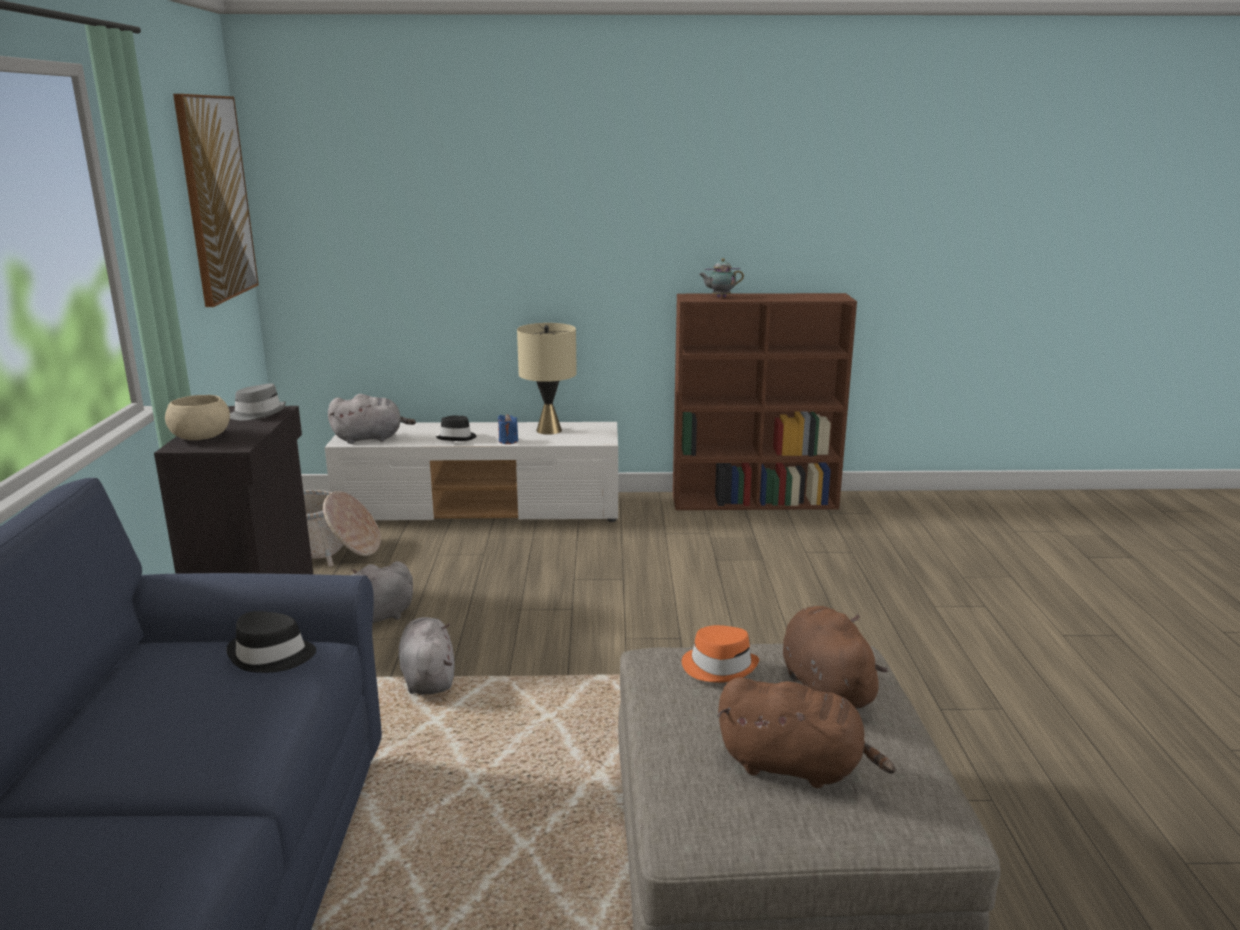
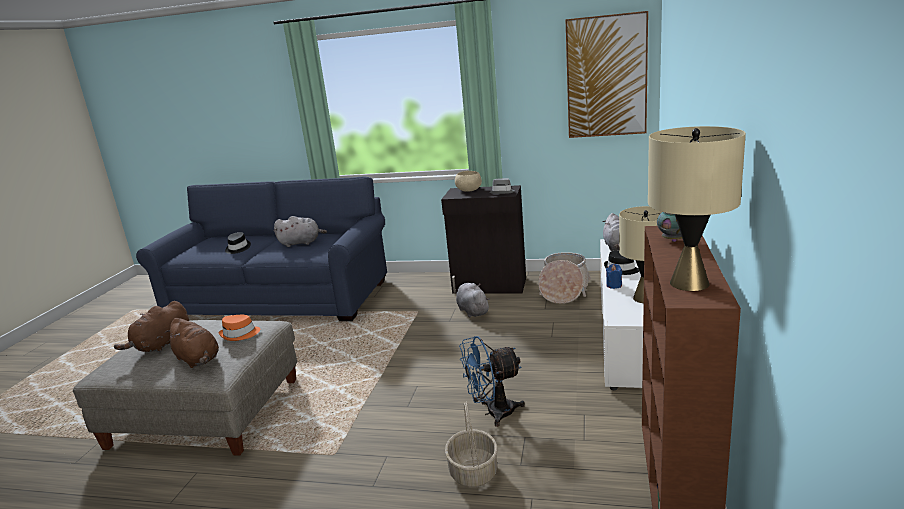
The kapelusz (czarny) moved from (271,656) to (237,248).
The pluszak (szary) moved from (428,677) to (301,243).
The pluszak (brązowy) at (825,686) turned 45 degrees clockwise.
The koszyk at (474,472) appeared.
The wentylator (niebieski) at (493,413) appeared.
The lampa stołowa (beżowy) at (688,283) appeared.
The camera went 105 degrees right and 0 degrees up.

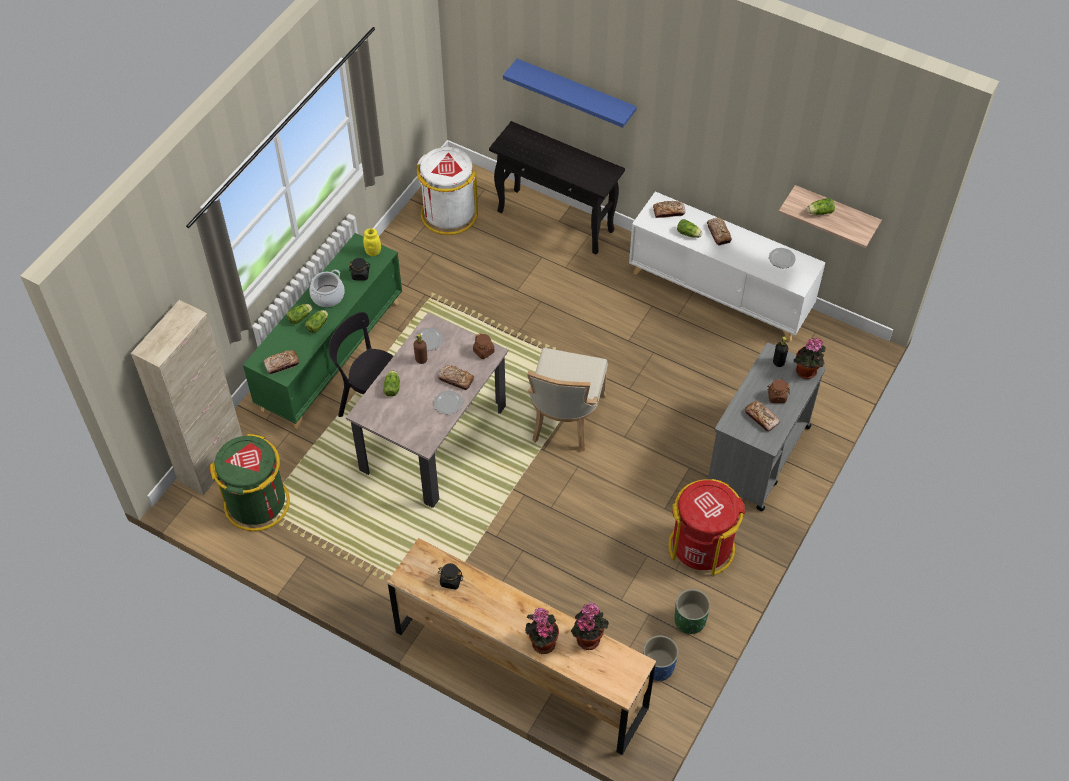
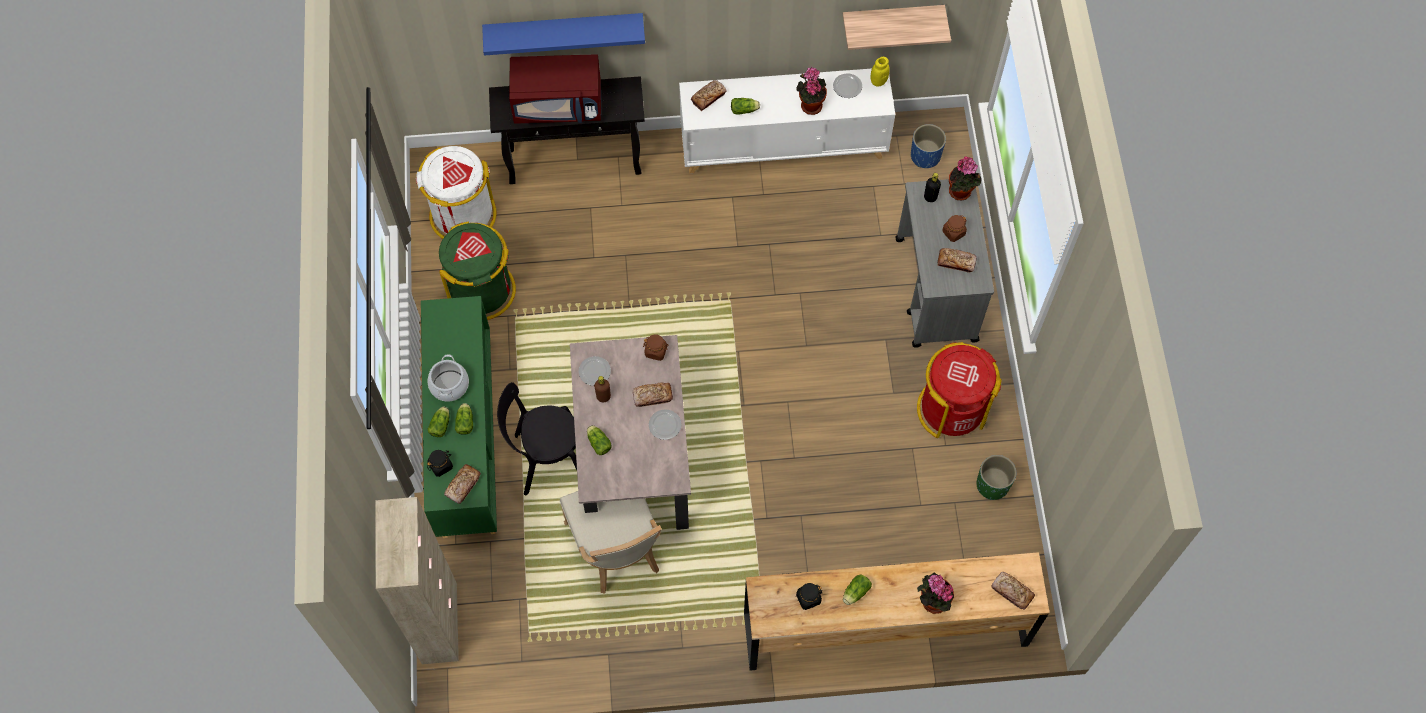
The kosz na śmieci (zielony) moved from (257,503) to (482,290).
The słoik (czarny) moved from (360,275) to (441,465).
The słoik (żółty) moved from (373,252) to (878,81).
The krzesło (beżowy) moved from (565,420) to (617,549).
The roślina doniczkowa moved from (588,637) to (810,104).
The donica (niebieski) moved from (658,667) to (925,156).
The chleb moved from (718,233) to (1012,592).
The sałata moved from (819,212) to (855,593).
The mikrofalówka (czerwony) at (558,104) appeared.
The camera went 35 degrees left and 10 degrees up.

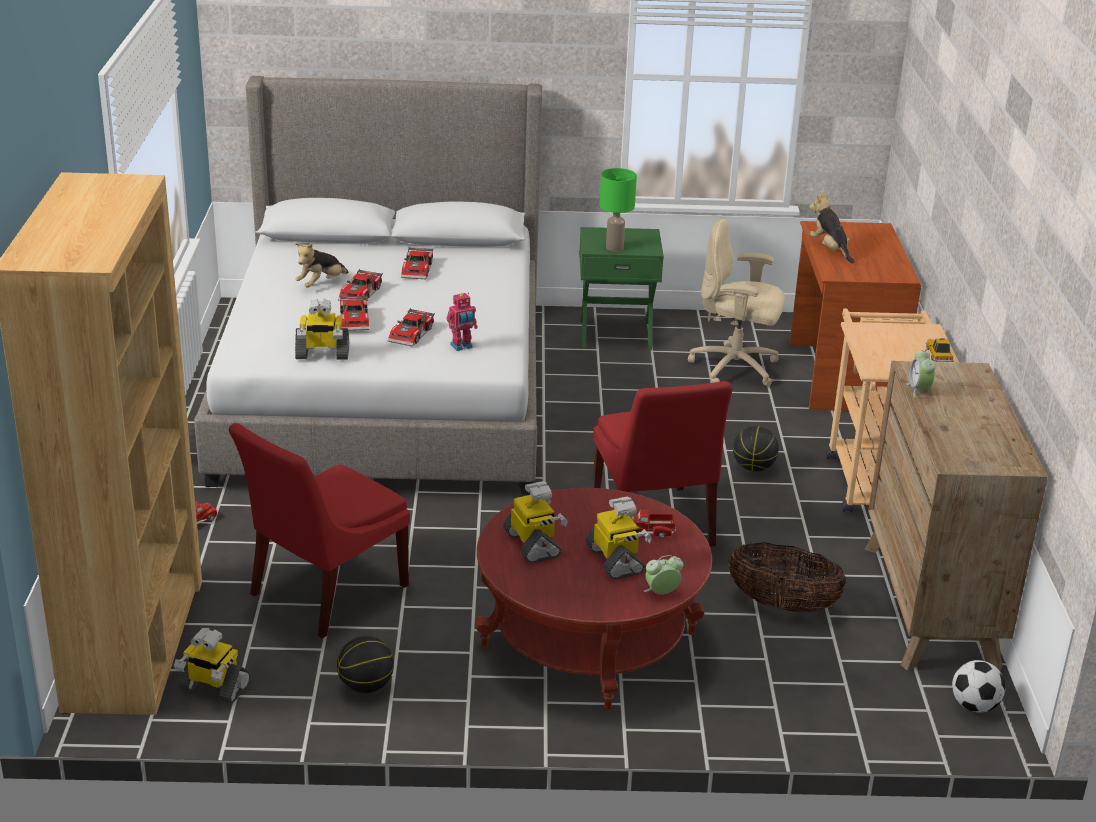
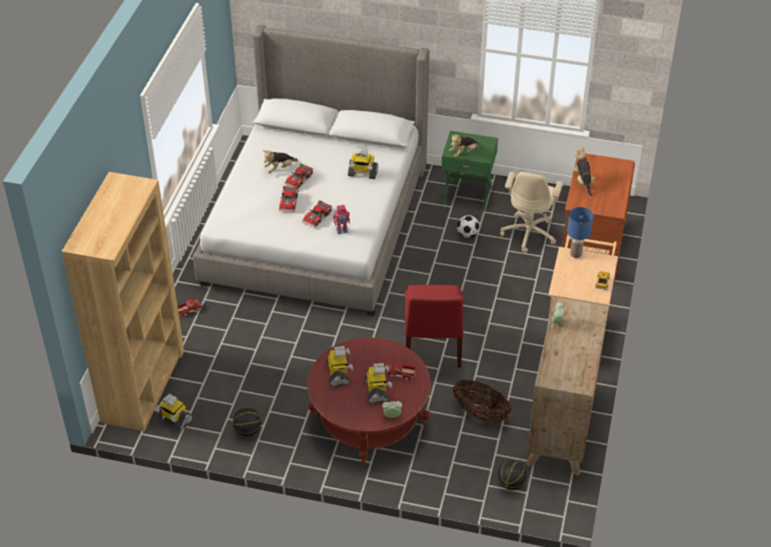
The krzesło (czerwony) at (323,592) disappeared.
The robot zabawkowy moved from (322,354) to (362,173).
The samochodzik at (418,270) disappeared.
The lampa stołowa (zielony) at (615,247) was replaced by the pluszak at (463,152).
The krzesło biurowe (beżowy) at (735,368) turned 105 degrees counterclockwise.
The piłka do koszykówki moved from (753,467) to (511,484).
The piłka futbolowa moved from (974,706) to (467,234).
The lampa stołowa (niebieski) at (576,254) appeared.
The camera went 15 degrees right and 15 degrees up.

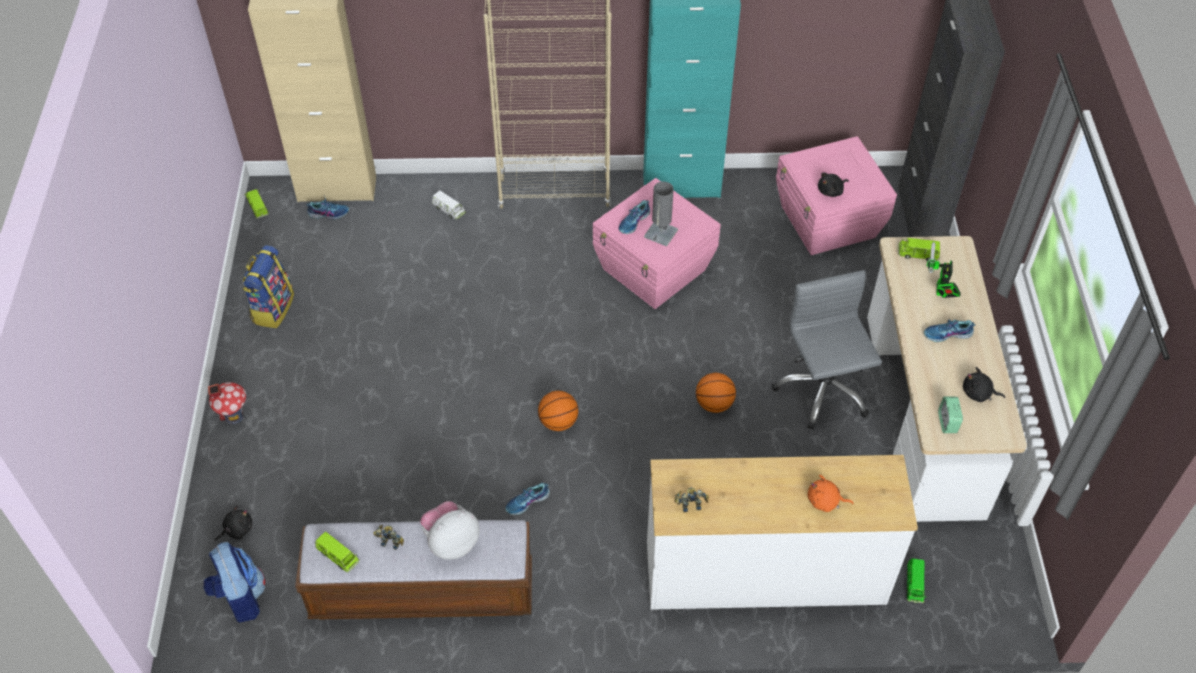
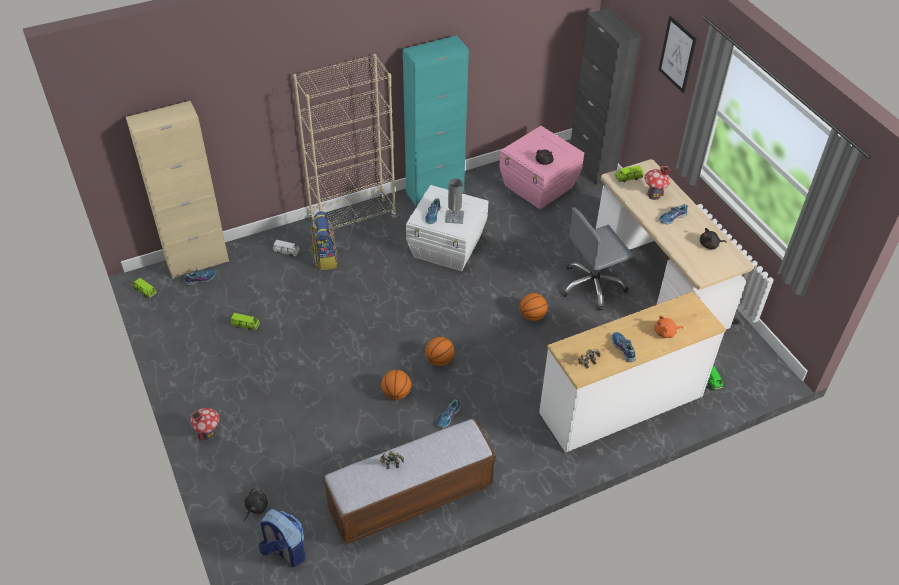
The plecak moved from (272,308) to (325,258).
The samochodzik (zielony) moved from (338,556) to (245,325).
The pluszak at (451,542) disappeared.
The pojemnik do przechowywania (różowy) at (654,270) became the pojemnik do przechowywania (biały) at (447,248).
The krzesło biurowe (szary) at (822,390) turned 75 degrees counterclockwise.
The robot zabawkowy at (940,292) was replaced by the domek at (653,195).
The budzik at (947,422) disappeared.
The piłka do koszykówki at (396,393) appeared.
The but at (623,349) appeared.
The obraz at (677,54) appeared.
The camera went 25 degrees left and 5 degrees down.

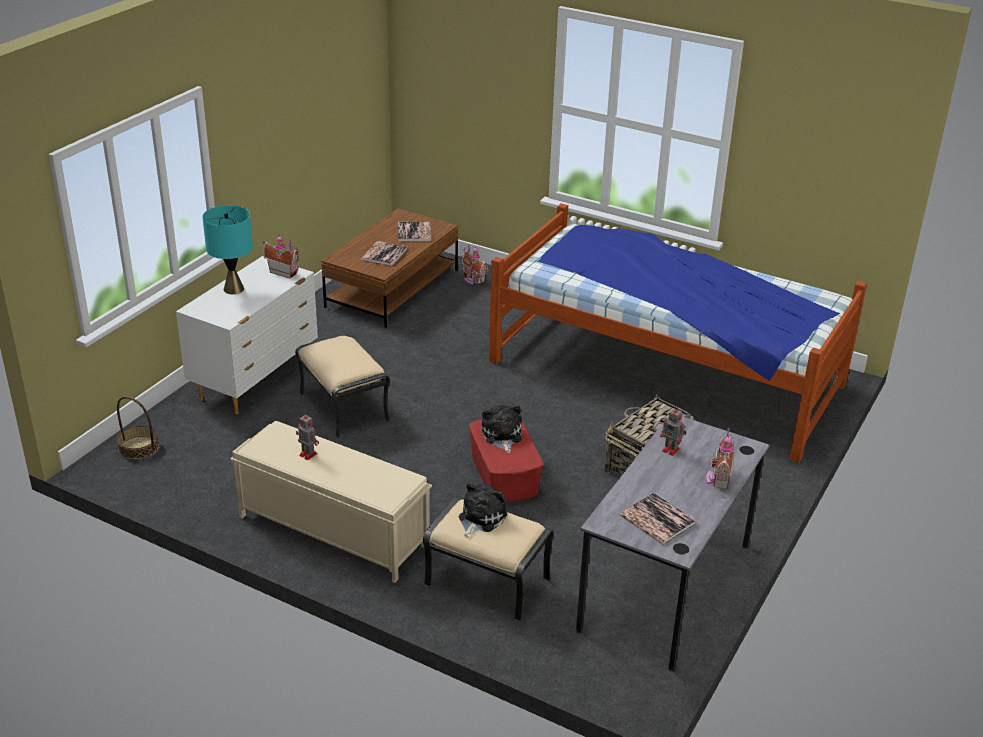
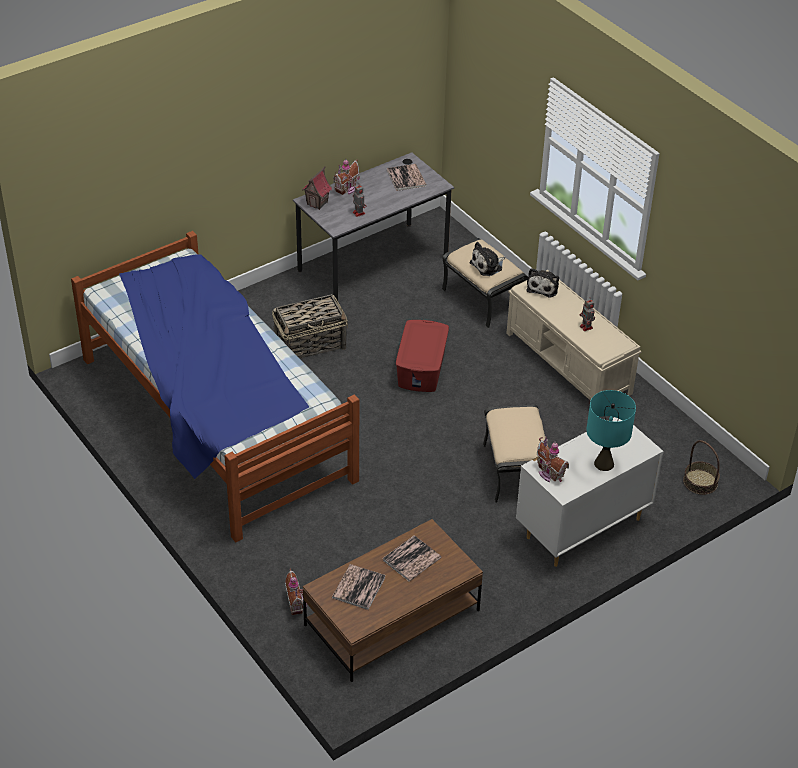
The pluszak moved from (502,436) to (543,287).
The domek at (317,203) appeared.
The camera went 155 degrees left and 10 degrees up.

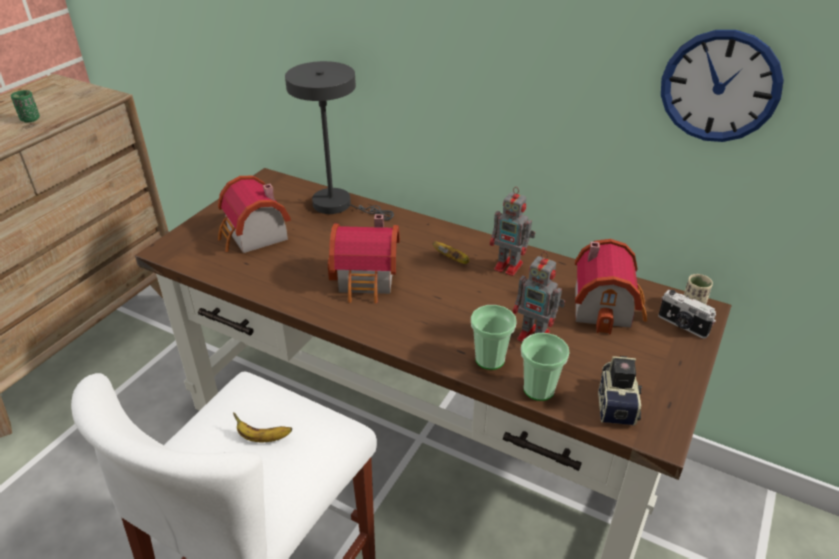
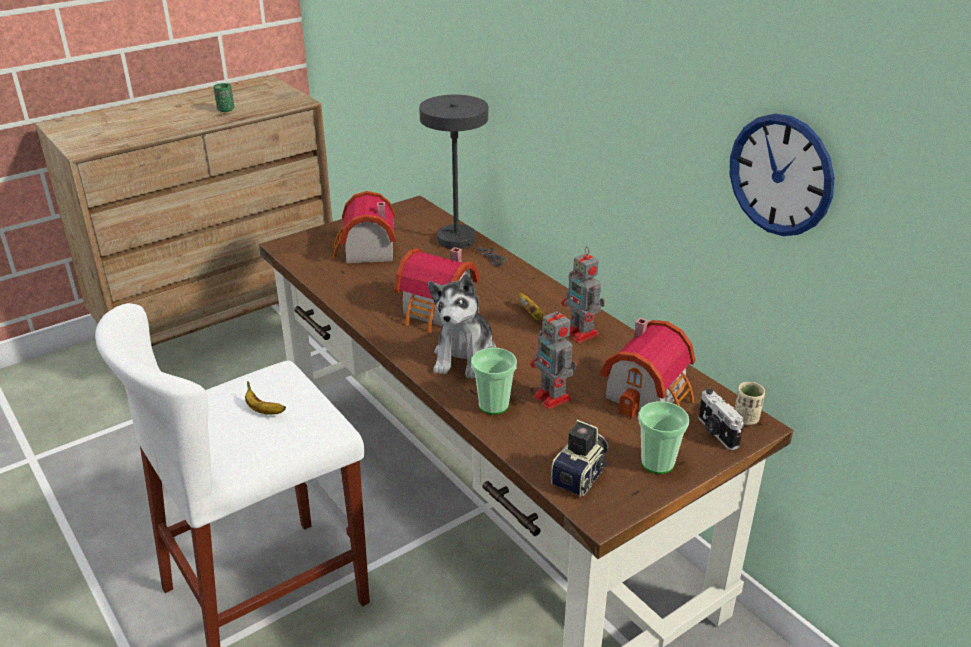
The filiżanka moved from (538,389) to (657,463).
The pluszak at (465,356) appeared.
The camera went 25 degrees right and 5 degrees down.

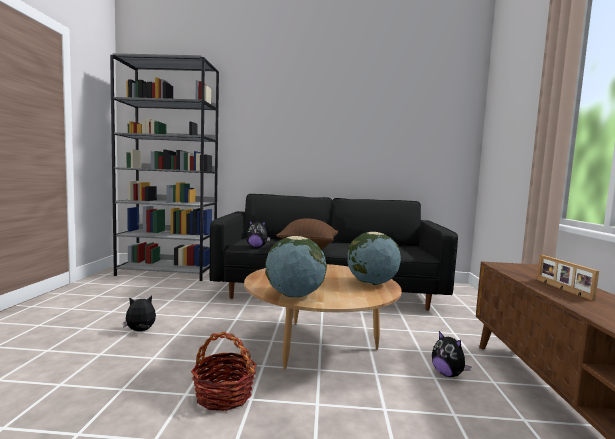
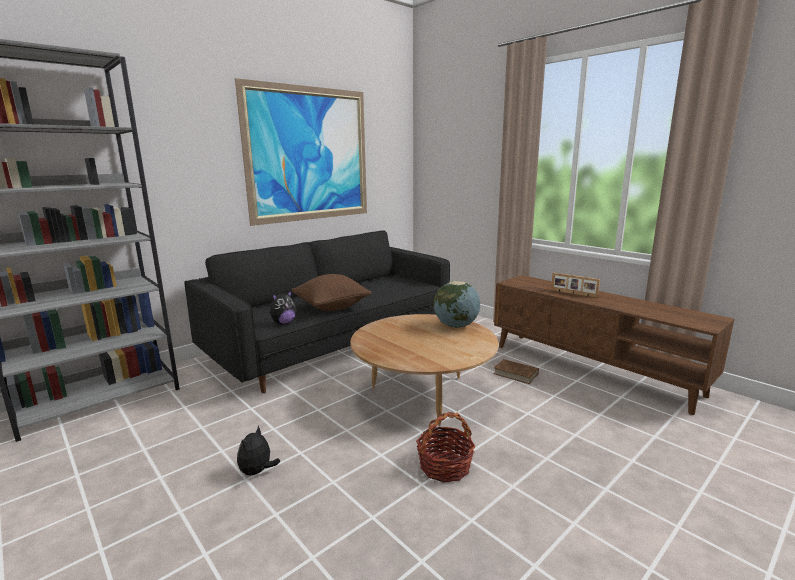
The globus at (294,295) disappeared.
The pluszak at (448,374) was replaced by the książka (brązowy) at (515,374).
The obraz at (309,155) appeared.
The camera went 45 degrees left and 10 degrees up.

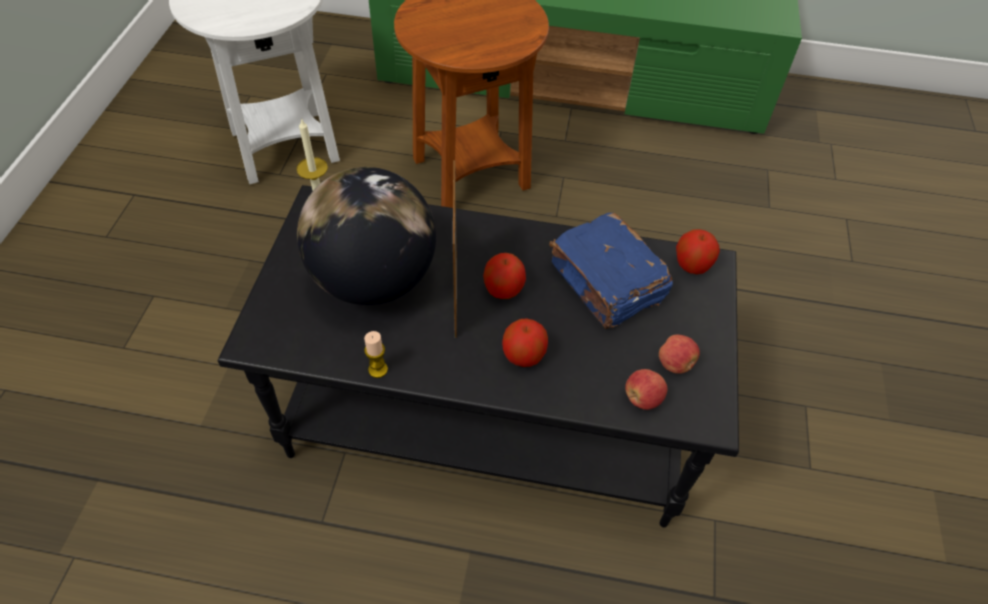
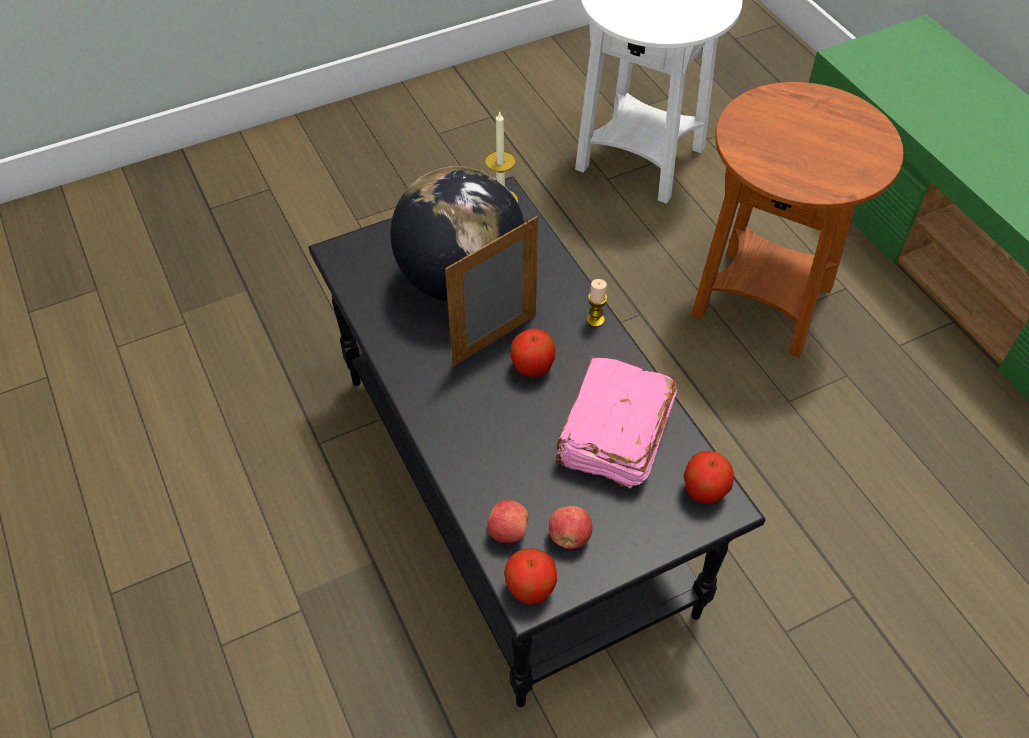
The świeca moved from (378,369) to (595,320).
The jabłko moved from (523,355) to (530,587).
The książka (niebieski) at (607,284) became the książka (różowy) at (612,435).
The camera went 55 degrees right and 0 degrees up.

